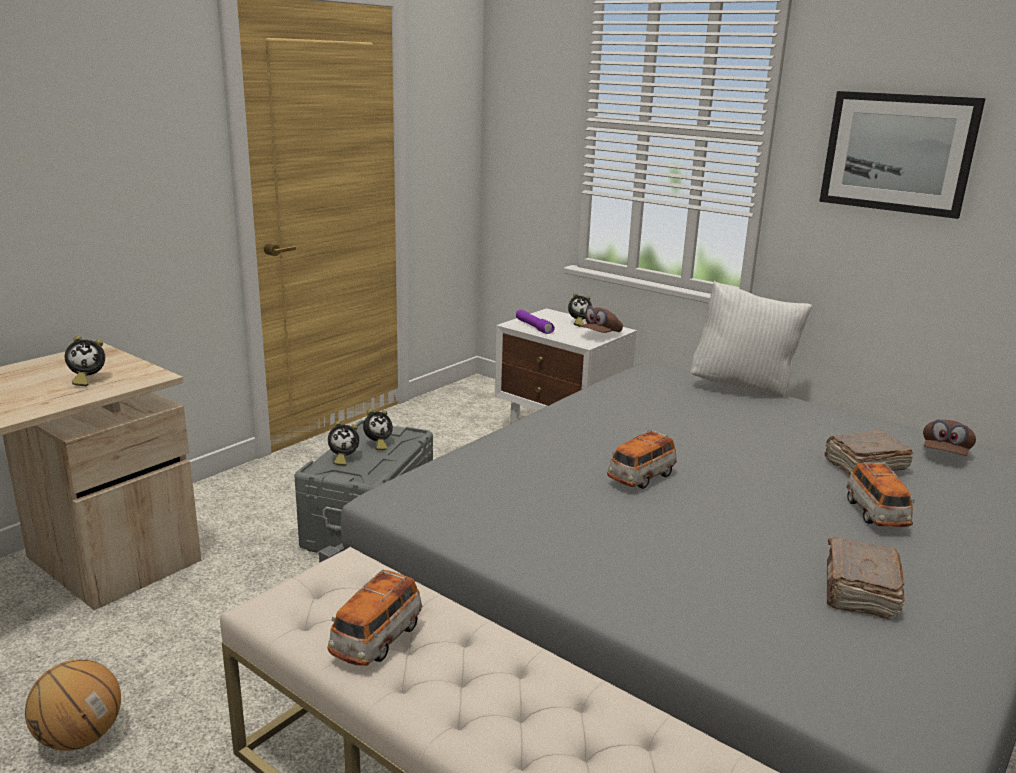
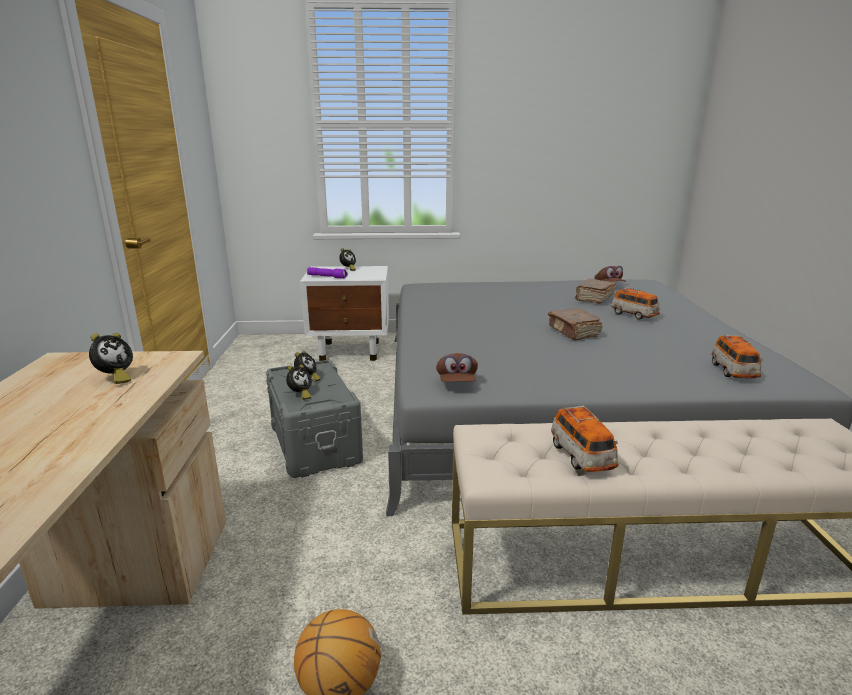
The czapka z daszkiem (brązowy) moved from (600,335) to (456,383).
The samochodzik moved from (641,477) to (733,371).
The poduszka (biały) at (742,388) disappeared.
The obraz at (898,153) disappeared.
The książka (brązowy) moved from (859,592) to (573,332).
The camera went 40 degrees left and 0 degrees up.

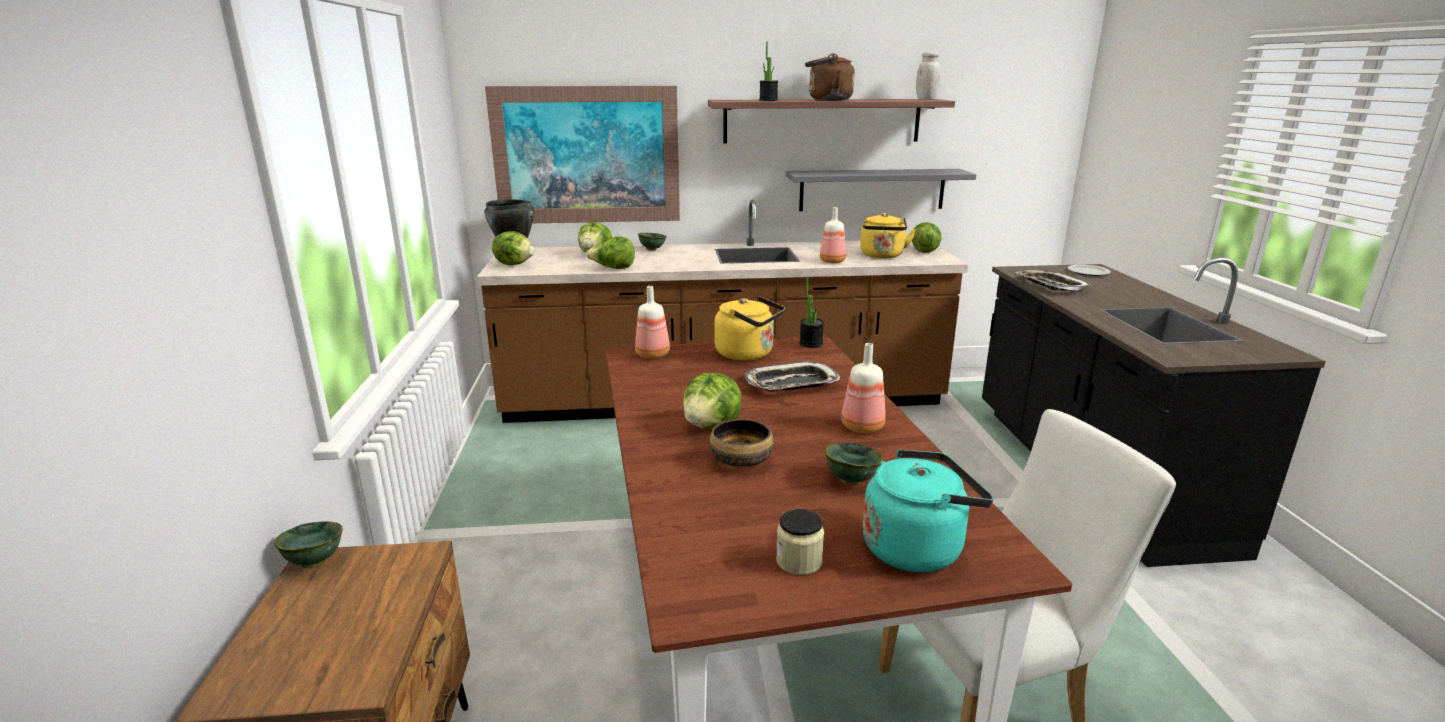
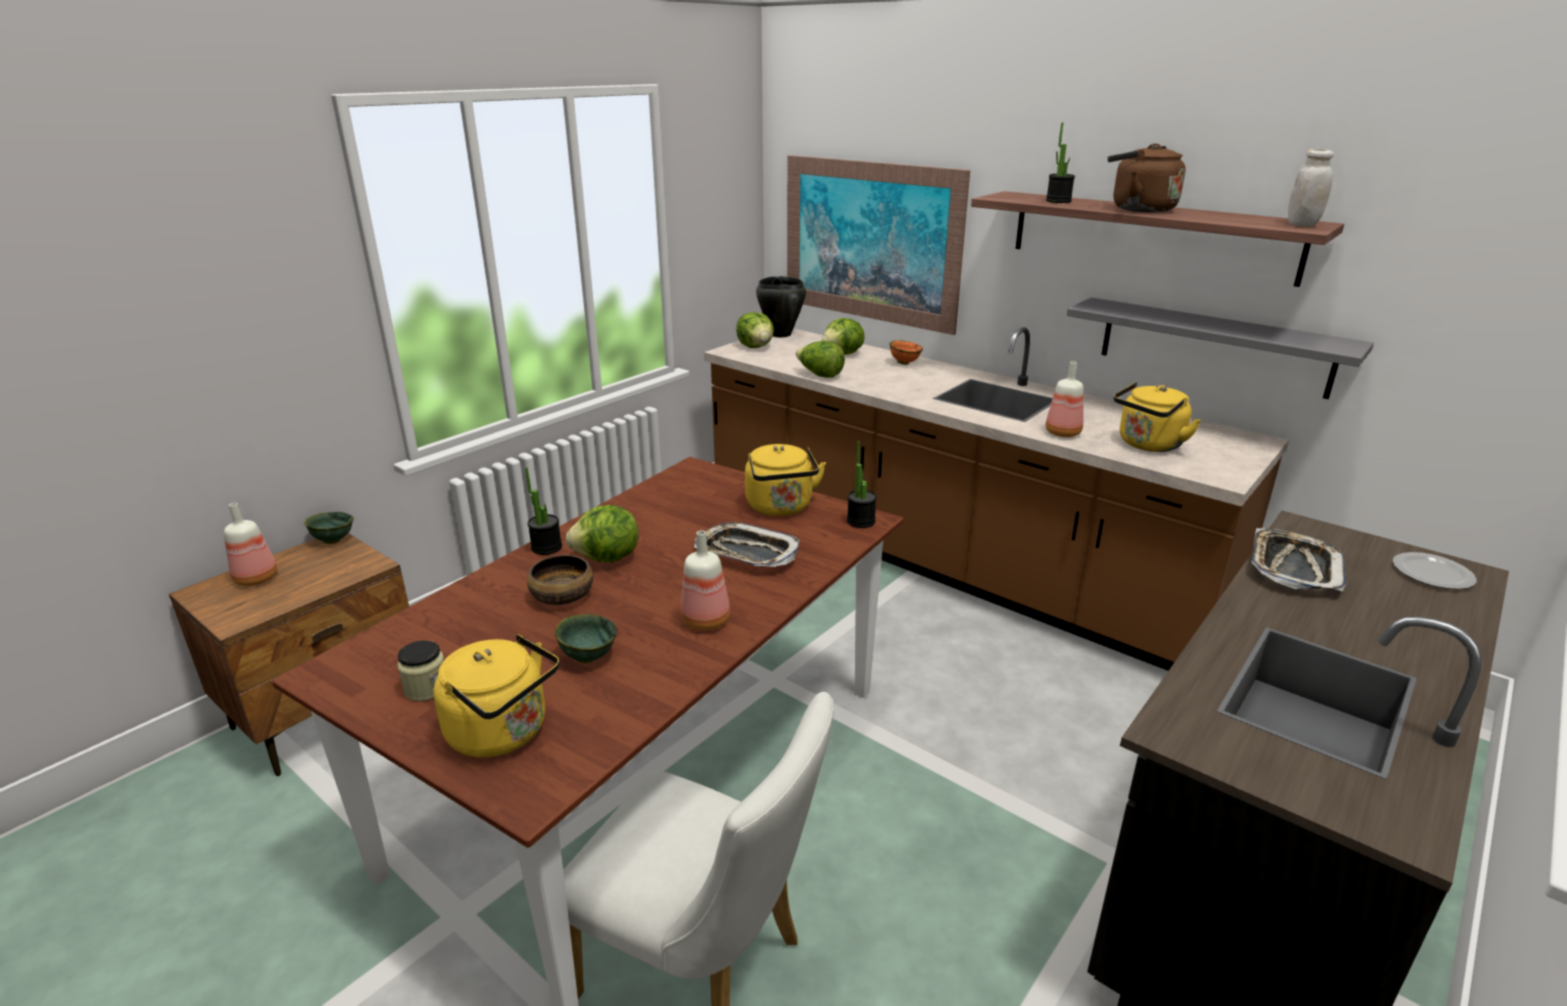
The butelka moved from (652,354) to (258,578).
The miska (zielony) at (651,250) became the miska (pomarańczowy) at (904,363).
The czajnik (turkusowy) at (917,547) became the czajnik (żółty) at (503,733).
The sałata at (924,251) disappeared.
The roślina doniczkowa at (546,547) appeared.
The camera went 45 degrees right and 5 degrees up.

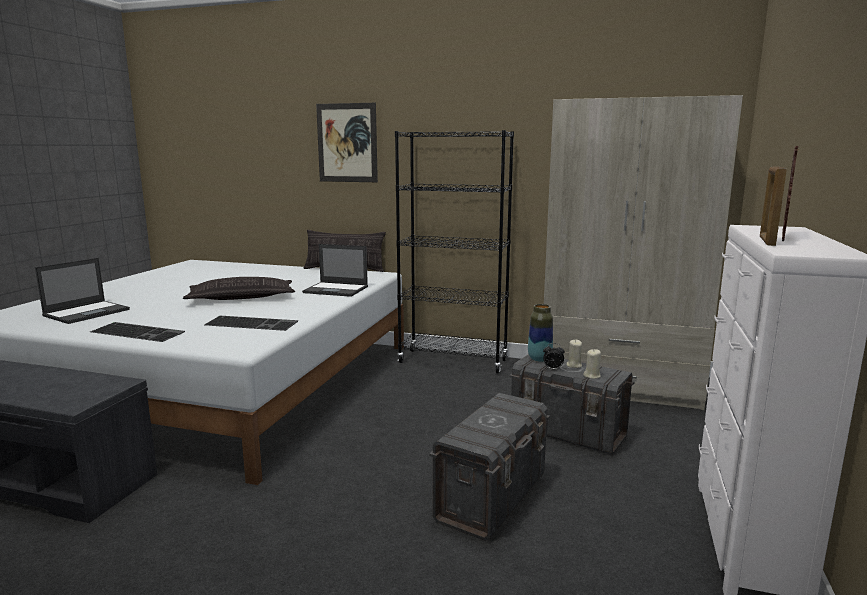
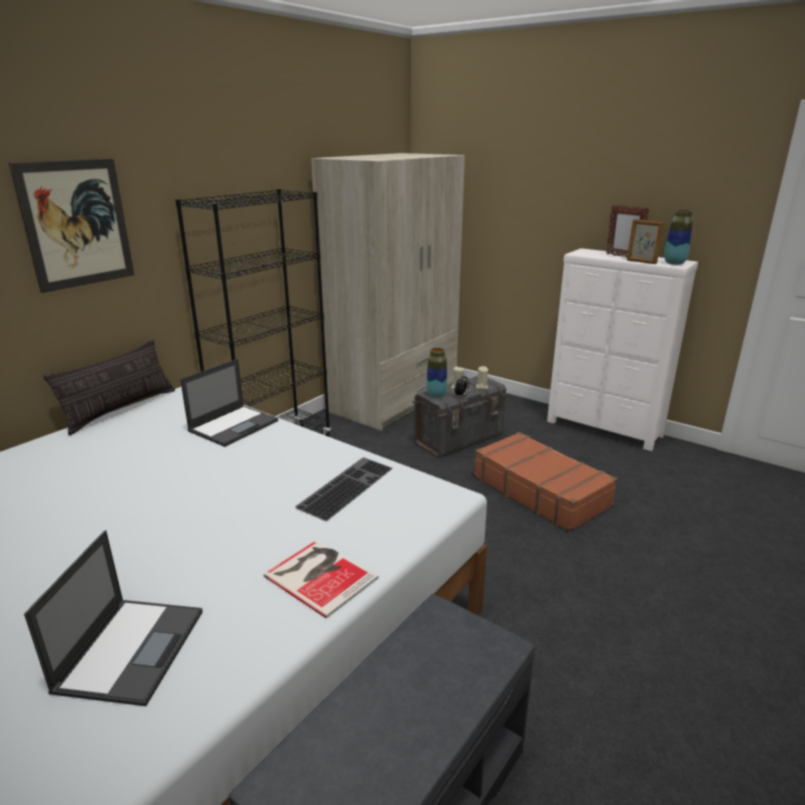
The laptop at (87,312) turned 45 degrees clockwise.
The klawiatura at (139,332) was replaced by the książka at (320,575).
The poduszka at (242,298) disappeared.
The pojemnik do przechowywania (szary) at (492,497) was replaced by the walizka (brązowy) at (540,491).
The wazon at (674,263) appeared.
The camera went 70 degrees left and 10 degrees up.

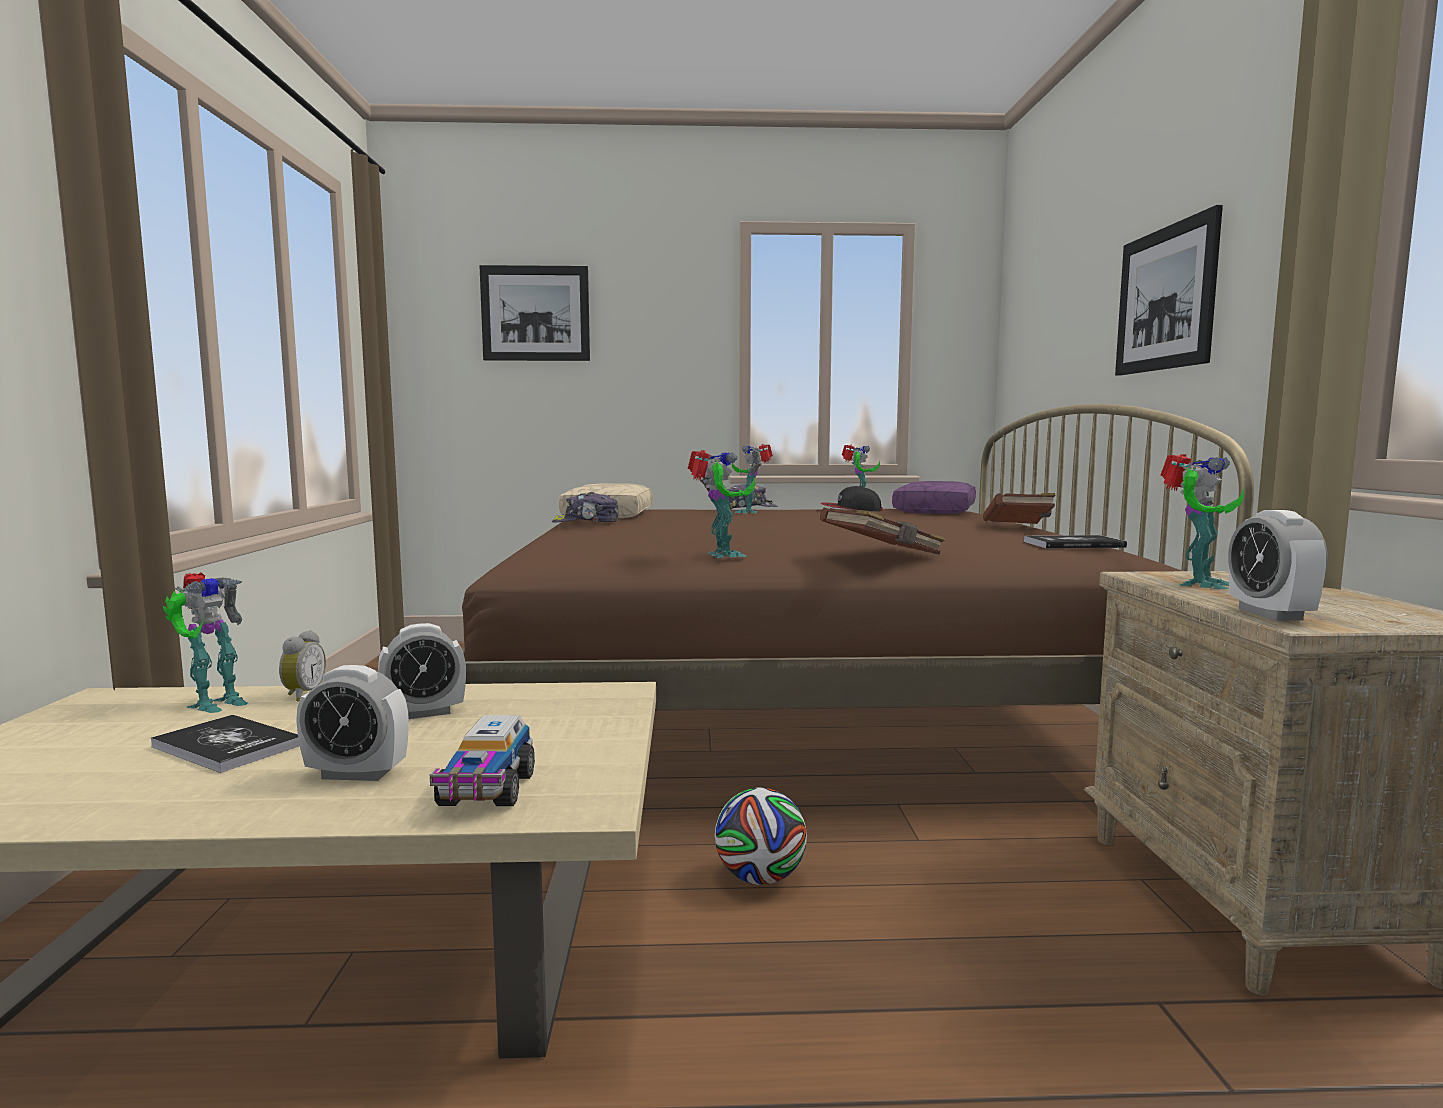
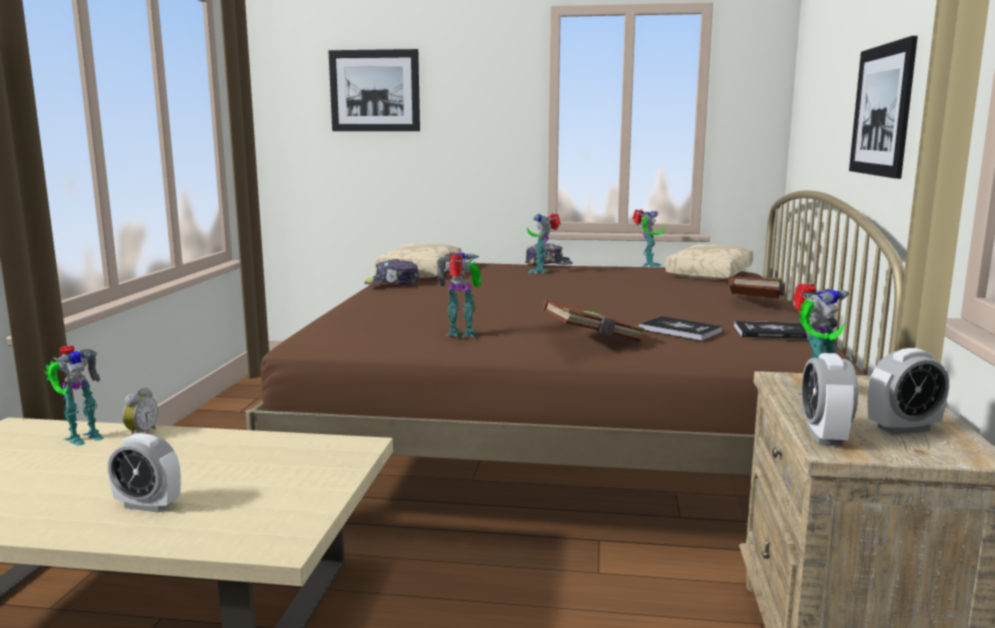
The książka moved from (227,746) to (680,330).
The budzik moved from (424,713) to (903,428).
The ciężarówka zabawkowa at (486,790) disappeared.
The robot zabawkowy at (722,555) turned 75 degrees counterclockwise.
The piłka futbolowa at (760,878) disappeared.
The czapka z daszkiem at (850,510) disappeared.
The poduszka (fioletowy) at (936,511) became the poduszka (beżowy) at (710,274).
The camera went 10 degrees right and 5 degrees up.

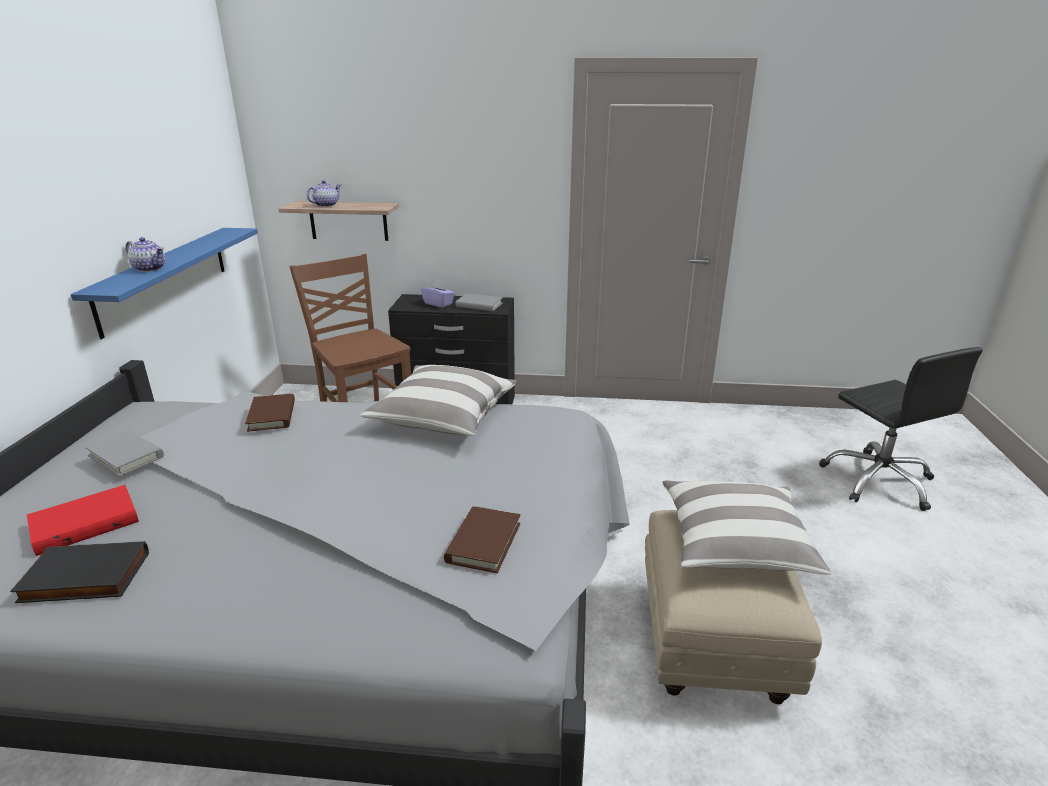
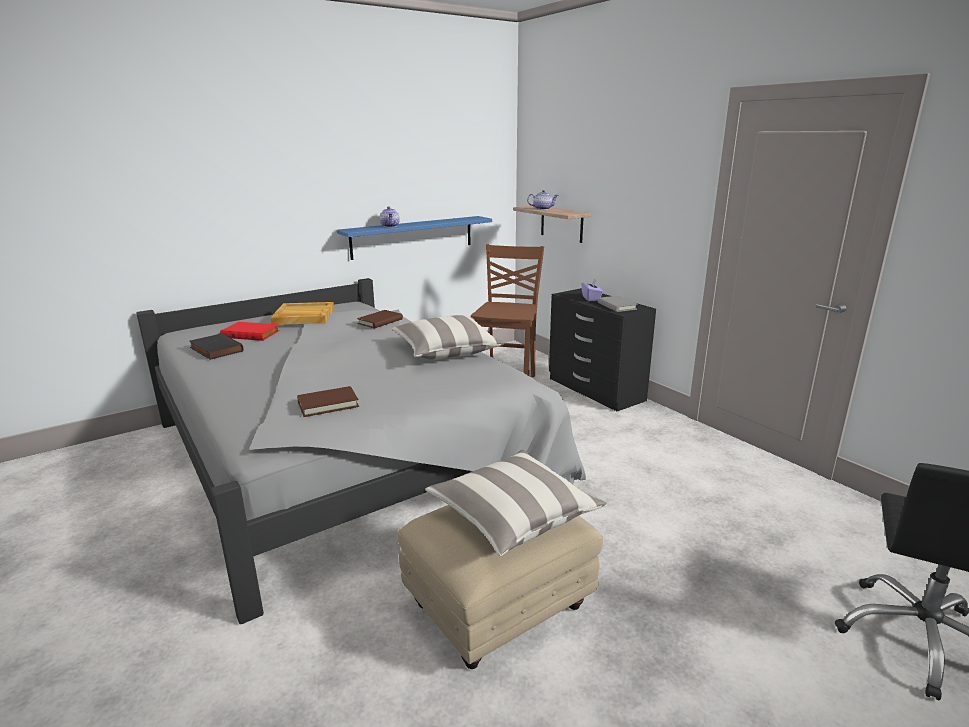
The książka (szary) at (126,456) was replaced by the taca (beżowy) at (303,316).
The camera went 50 degrees right and 5 degrees down.

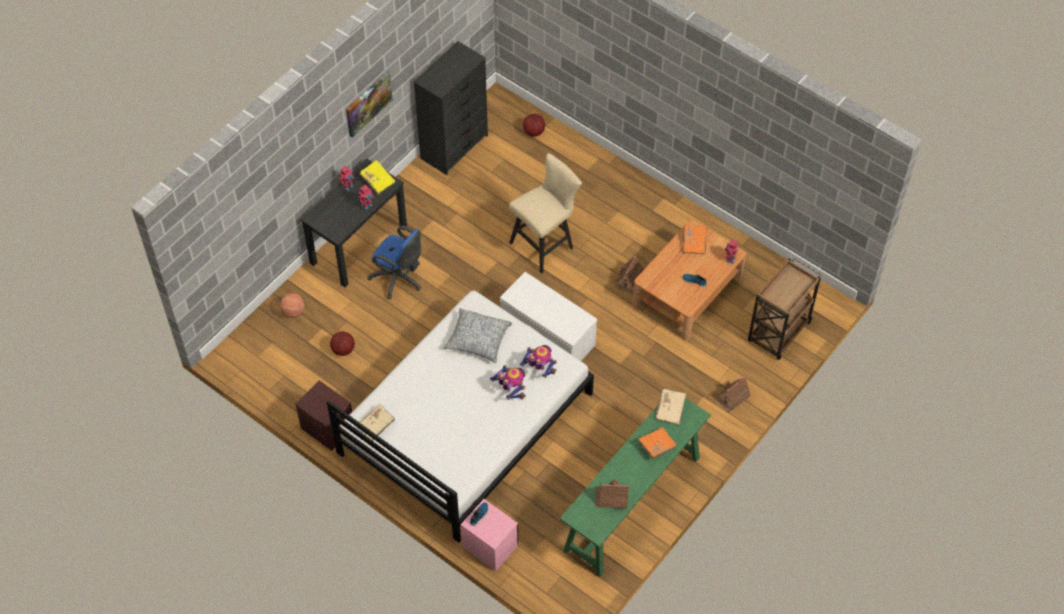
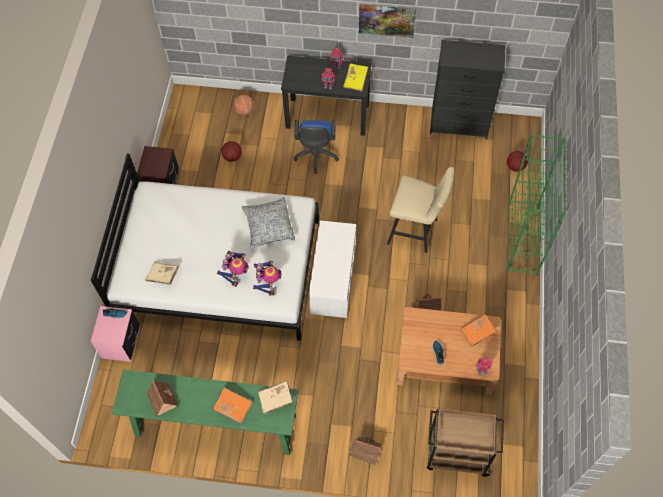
The książka (beżowy) moved from (376,425) to (163,276).
The regał (zielony) at (522,239) appeared.
The camera went 60 degrees right and 5 degrees up.

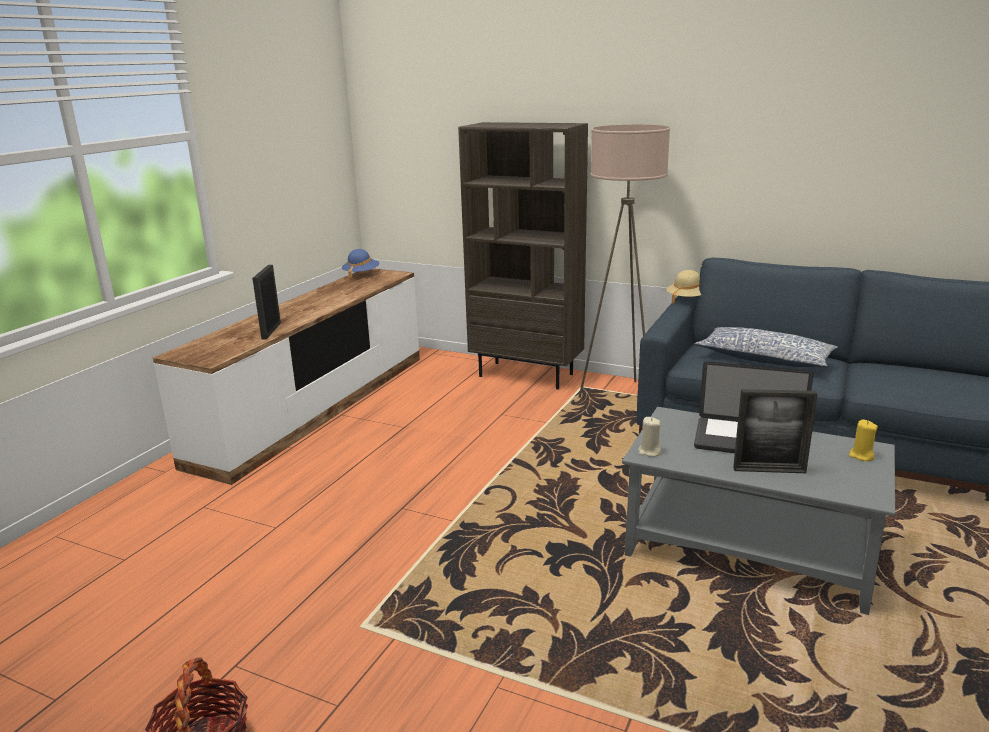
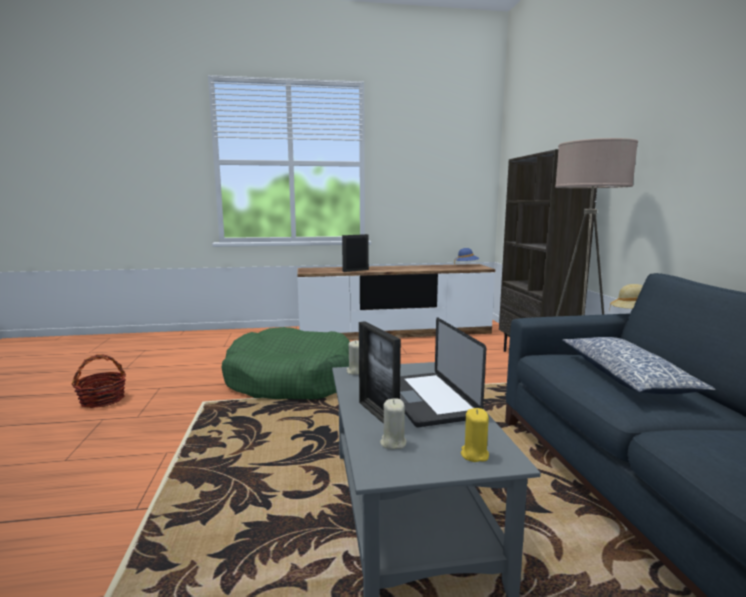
The legowisko (zielony) at (290,380) appeared.
The świeca (beżowy) at (393,443) appeared.
The camera went 55 degrees right and 10 degrees down.

